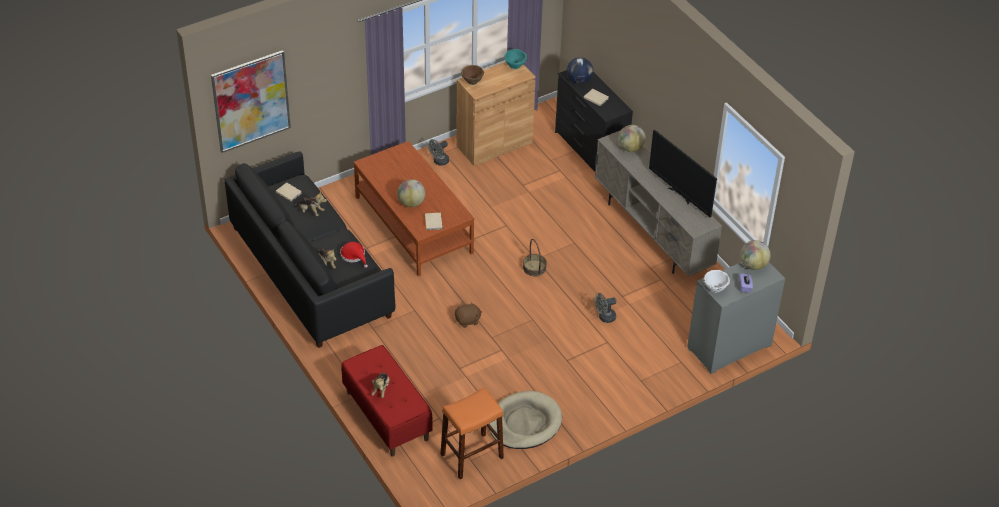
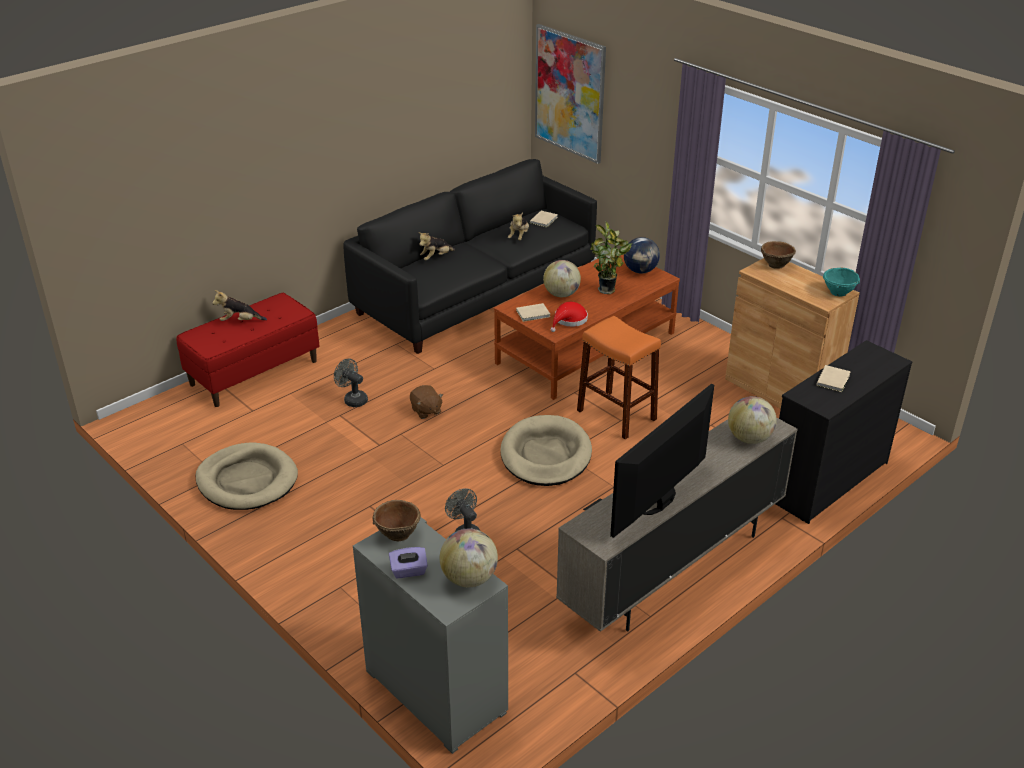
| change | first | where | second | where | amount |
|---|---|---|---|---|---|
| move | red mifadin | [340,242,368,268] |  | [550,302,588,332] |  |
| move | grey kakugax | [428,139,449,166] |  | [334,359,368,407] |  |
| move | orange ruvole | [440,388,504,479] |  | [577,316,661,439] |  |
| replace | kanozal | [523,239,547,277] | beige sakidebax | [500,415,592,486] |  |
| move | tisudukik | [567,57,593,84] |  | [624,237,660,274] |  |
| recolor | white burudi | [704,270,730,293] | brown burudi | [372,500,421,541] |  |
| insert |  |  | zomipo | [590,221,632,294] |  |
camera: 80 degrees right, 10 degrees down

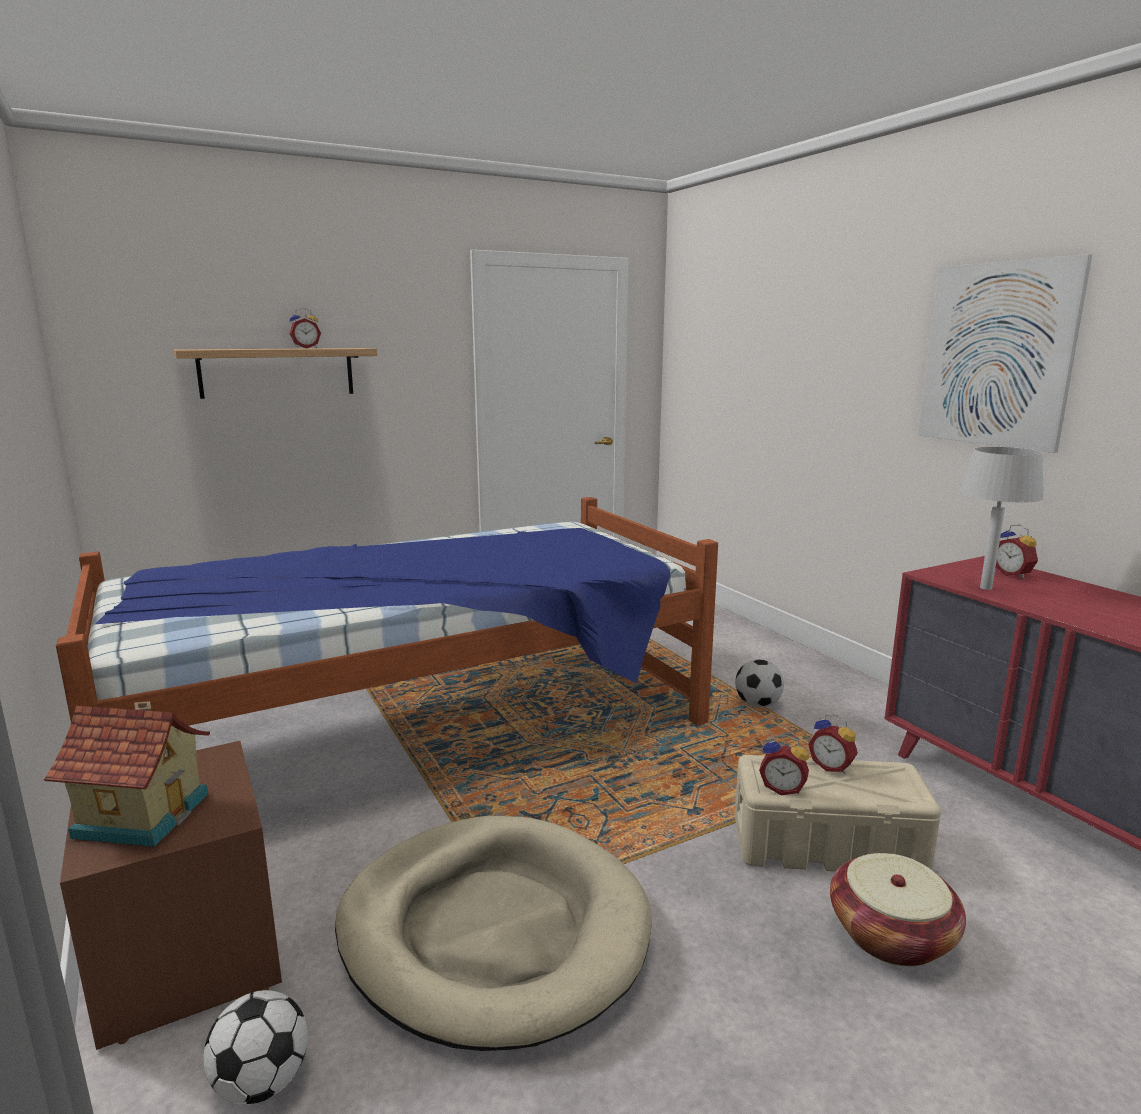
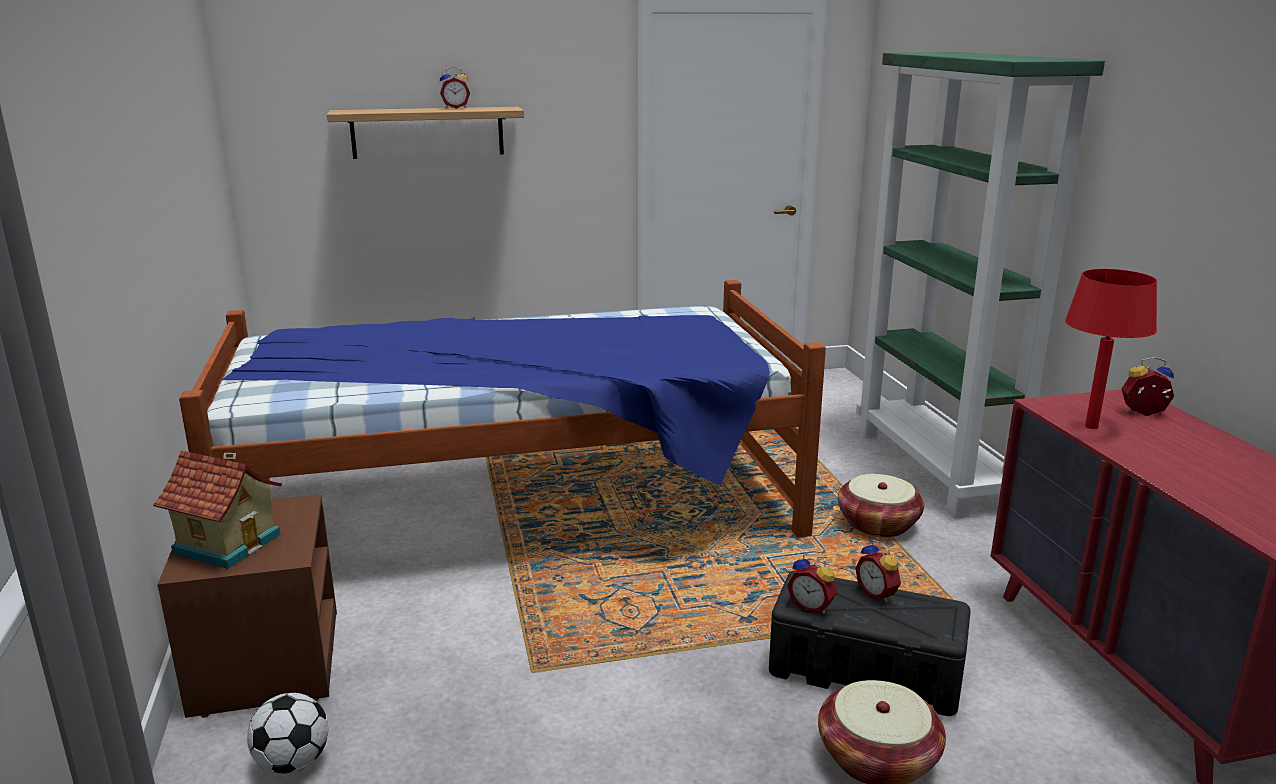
| change | first | where | second | where | amount |
|---|---|---|---|---|---|
| delete | beige sakidebax | [335,816,652,1051] |  |  |  |
| replace | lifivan | [735,659,784,707] | kanozal | [838,474,924,537] |  |
| recolor | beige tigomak | [735,755,941,872] | black tigomak | [769,570,971,716] |  |
| delete | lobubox | [918,254,1092,453] |  |  |  |
| recolor | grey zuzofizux | [959,447,1044,590] | red zuzofizux | [1065,269,1157,429] |  |
| rotate | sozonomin | [996,524,1038,579] |  | [1121,357,1174,416] | 105 degrees clockwise |
| insert |  |  | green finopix | [856,52,1105,519] |  |
camera: 15 degrees right, 5 degrees up

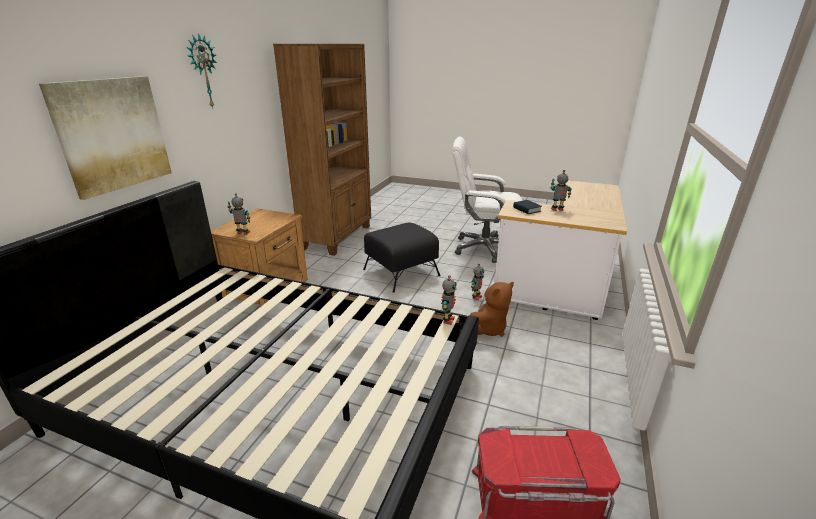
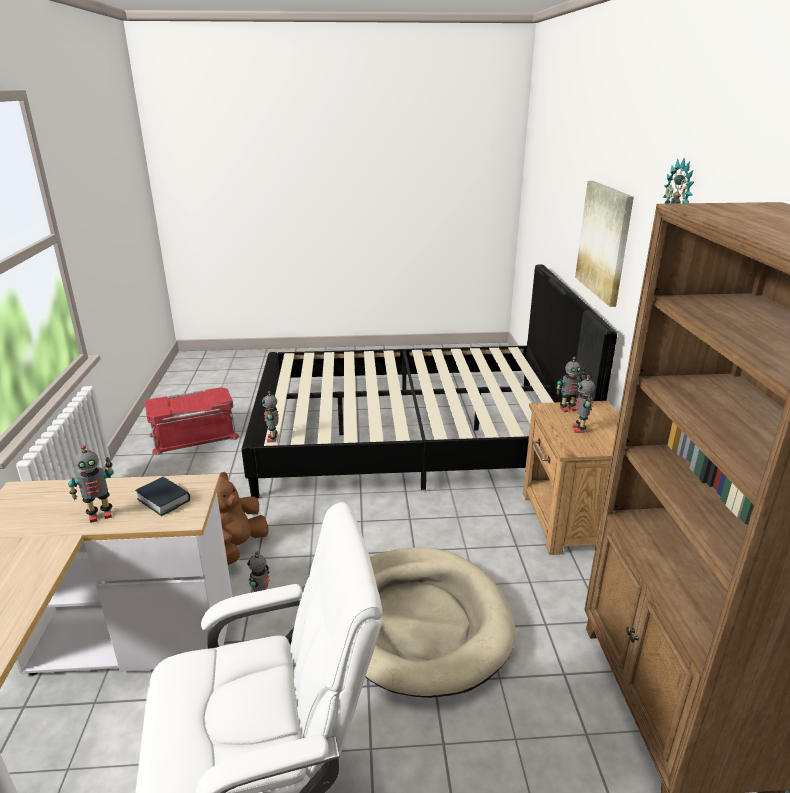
| change | first | where | second | where | amount |
|---|---|---|---|---|---|
| replace | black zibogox | [363,222,441,293] | beige sakidebax | [365,547,515,698] |  |
| insert |  |  | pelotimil | [572,375,595,433] |  |
camera: 155 degrees right, 0 degrees up

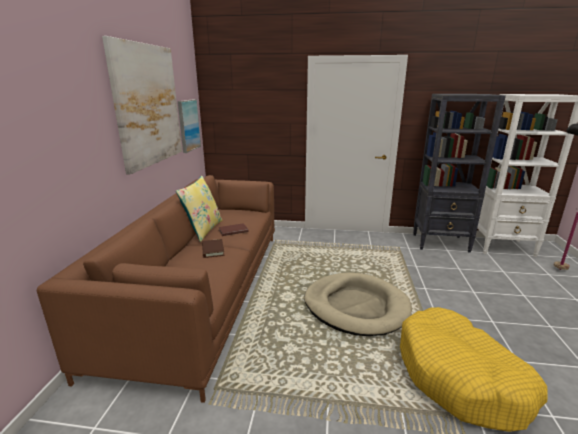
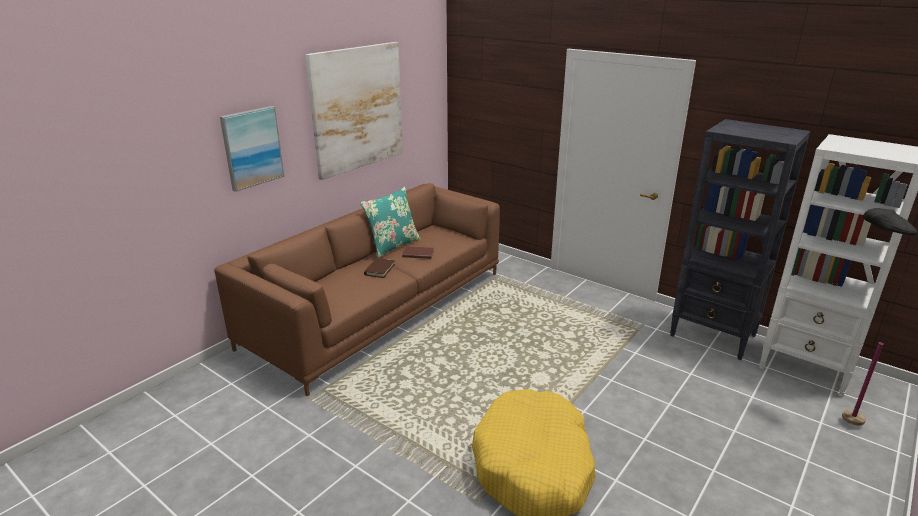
| change | first | where | second | where | amount |
|---|---|---|---|---|---|
| recolor | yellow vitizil | [176,176,223,242] | turquoise vitizil | [360,187,421,258] |  |
| move | lobubox | [178,99,201,153] |  | [220,106,284,192] |  |
| delete | beige sakidebax | [304,273,412,336] |  |  |  |
camera: 30 degrees right, 5 degrees up

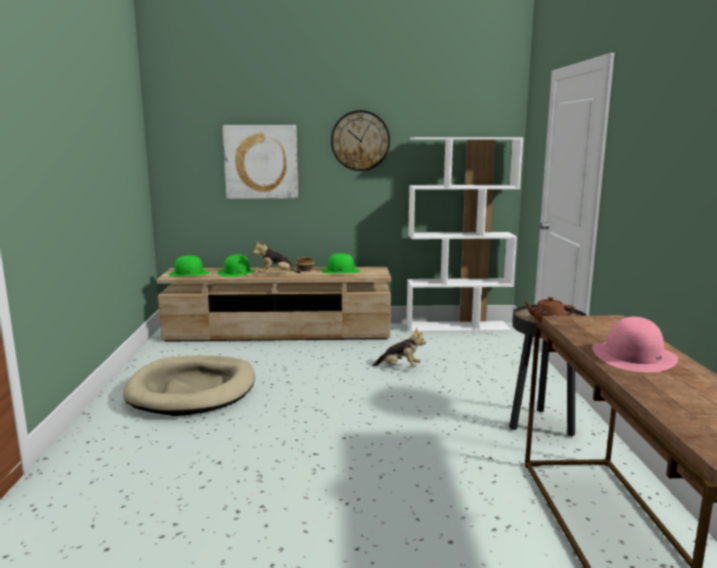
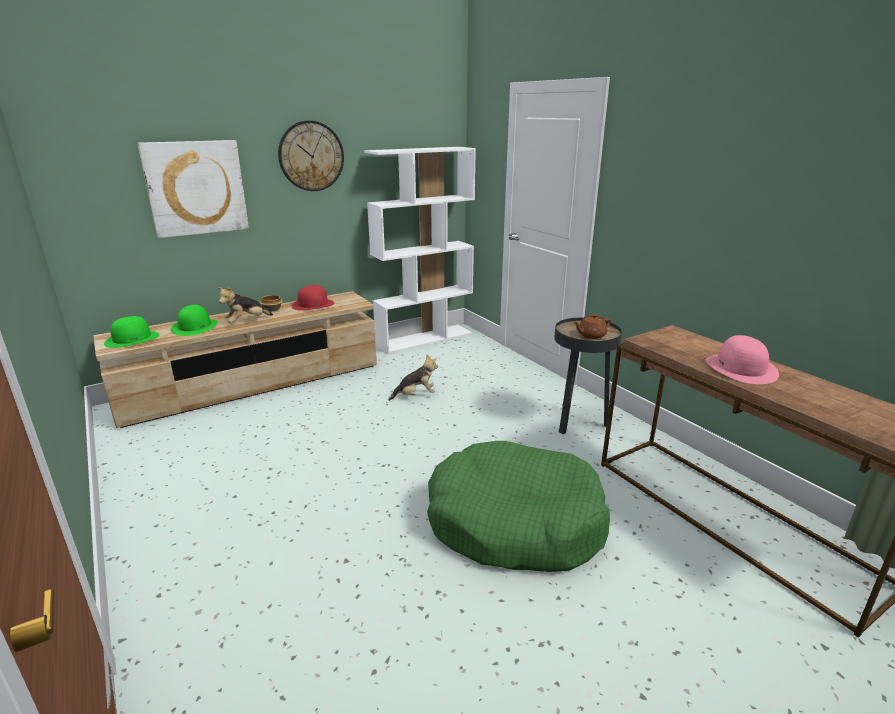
| change | first | where | second | where | amount |
|---|---|---|---|---|---|
| delete | beige sakidebax | [123,355,255,416] |  |  |  |
| recolor | green mifadin | [321,253,360,273] | red mifadin | [292,285,334,311] |  |
| insert |  |  | green sakidebax | [427,441,610,572] |  |
camera: 30 degrees left, 10 degrees up

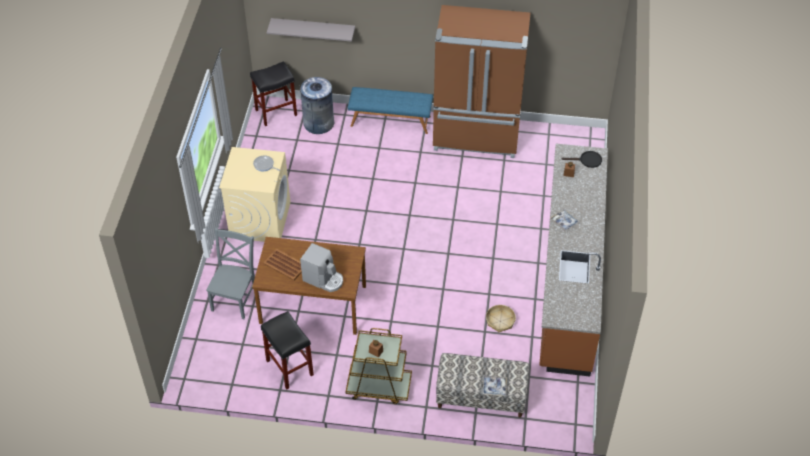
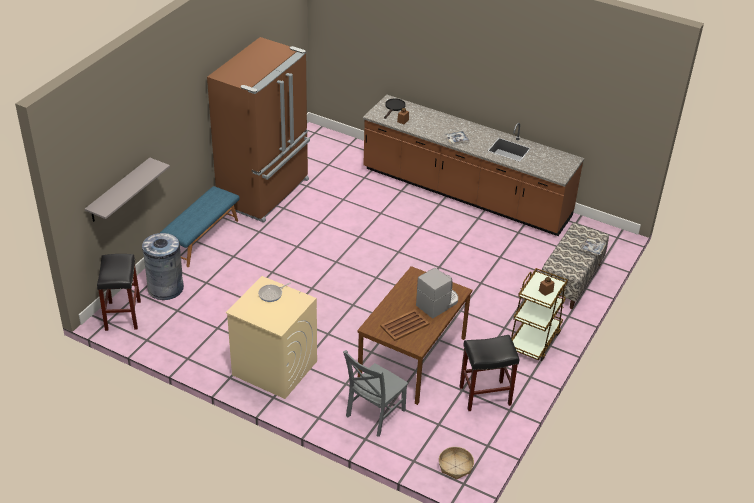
| change | first | where | second | where | amount |
|---|---|---|---|---|---|
| rotate | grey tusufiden | [206,228,255,319] |  | [343,350,408,437] | 90 degrees counterclockwise |
| move | kanozal | [486,305,516,332] |  | [439,447,474,480] |  |
camera: 70 degrees left, 10 degrees down

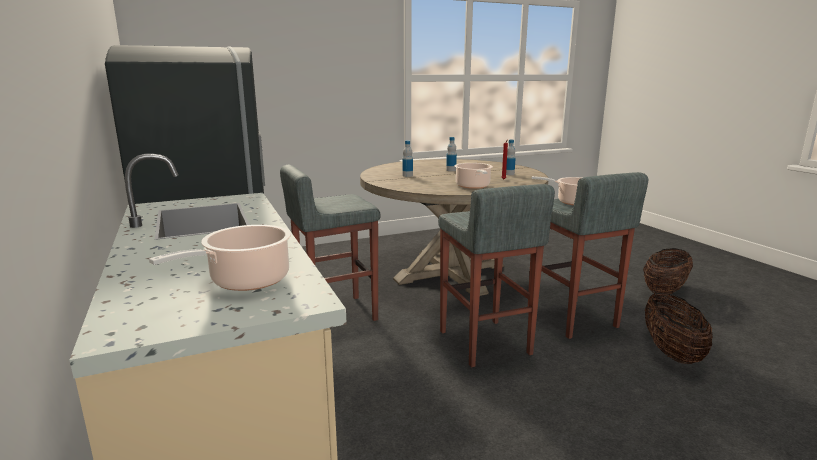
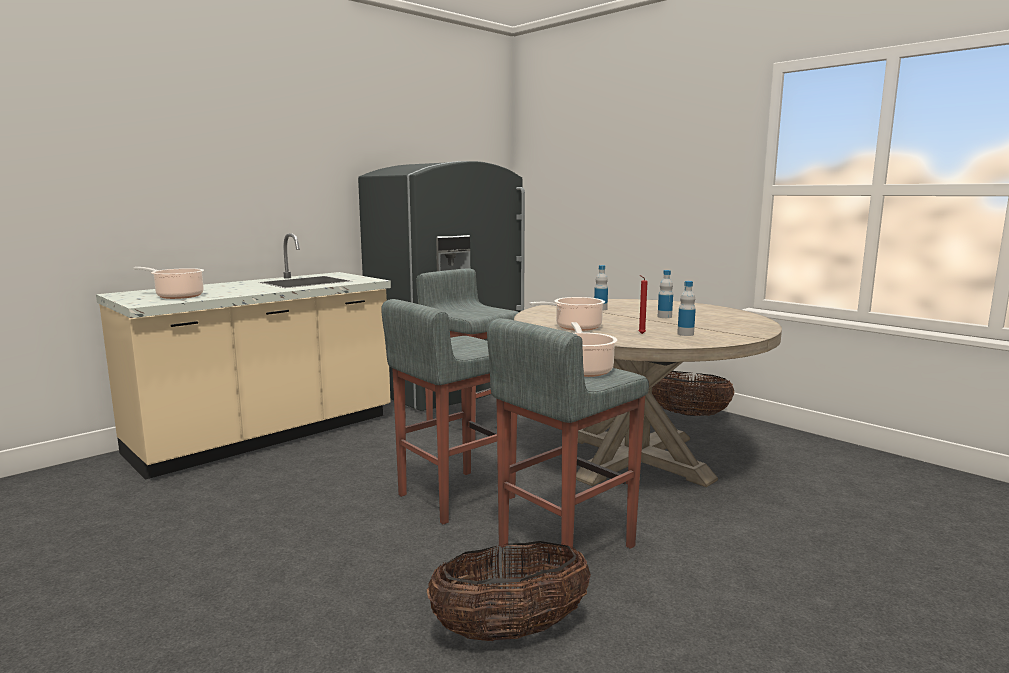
| change | first | where | second | where | amount |
|---|---|---|---|---|---|
| move | kanozal | [643,248,693,294] |  | [652,371,734,416] |  |
camera: 70 degrees right, 5 degrees down

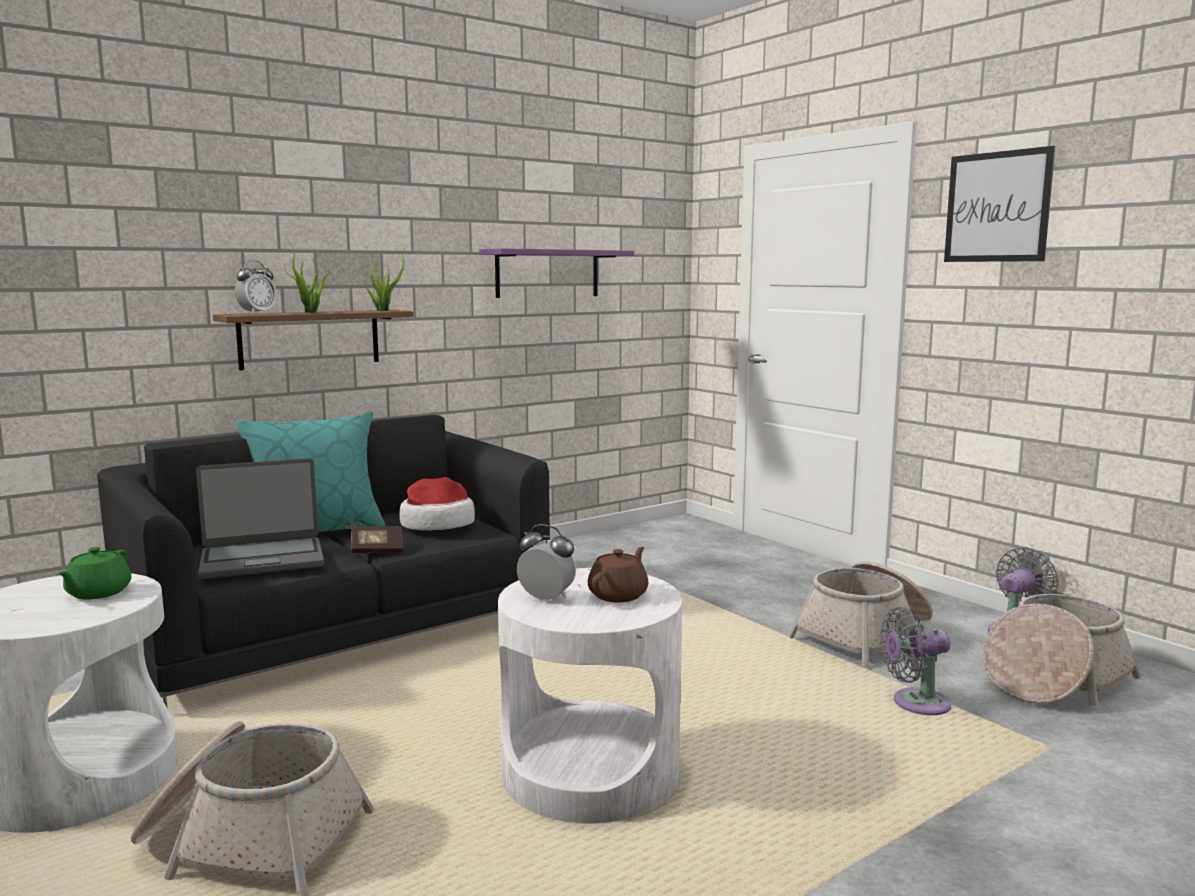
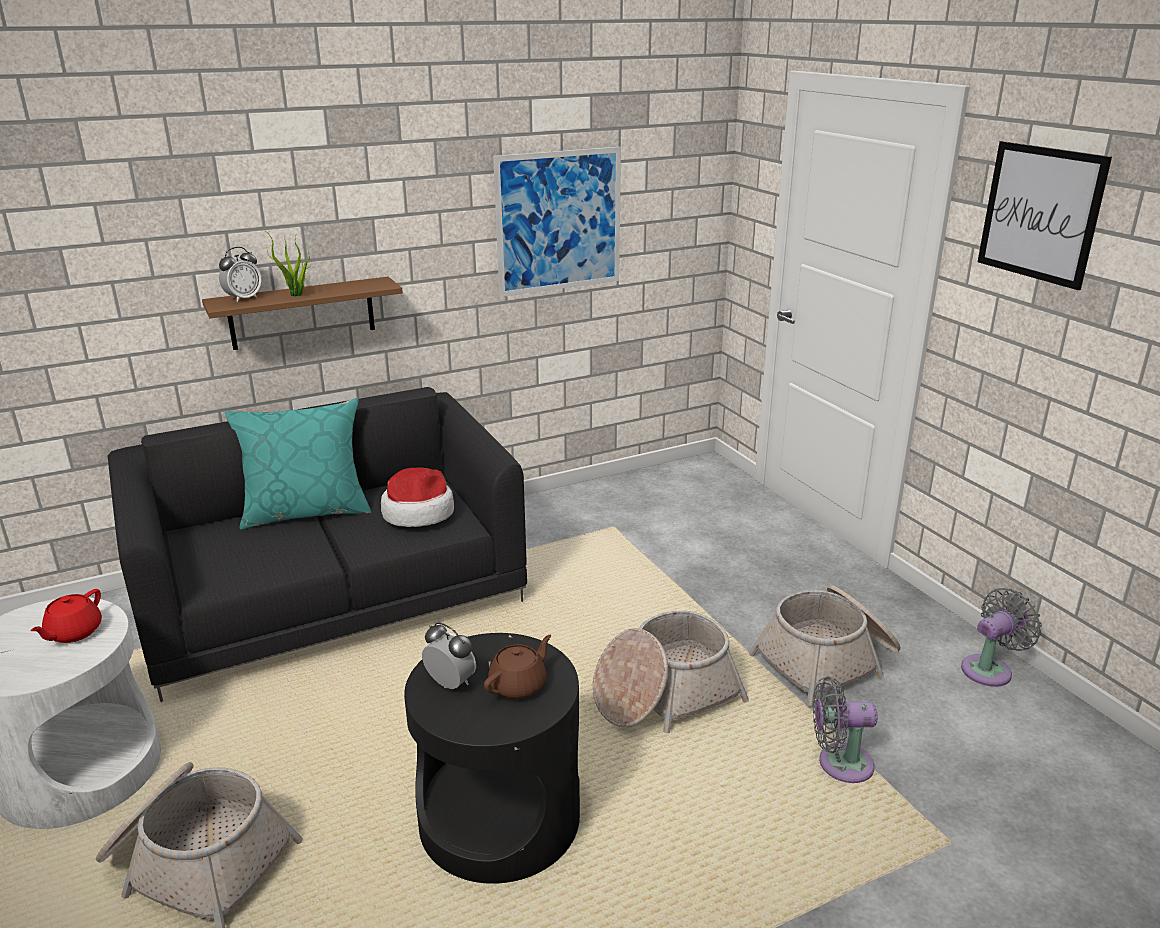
| change | first | where | second | where | amount |
|---|---|---|---|---|---|
| recolor | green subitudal | [58,547,132,599] | red subitudal | [30,589,102,643] |  |
| delete | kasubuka | [196,458,324,579] |  |  |  |
| delete | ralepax | [351,526,403,553] |  |  |  |
| delete | zomipo | [365,243,409,311] |  |  |  |
| replace | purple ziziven | [479,248,634,298] | lobubox | [493,147,621,297] |  |
| recolor | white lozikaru | [498,568,682,823] | black lozikaru | [404,633,580,884] |  |
| move | kanozal | [983,594,1141,706] |  | [592,611,749,733] |  |
camera: 10 degrees right, 15 degrees up

